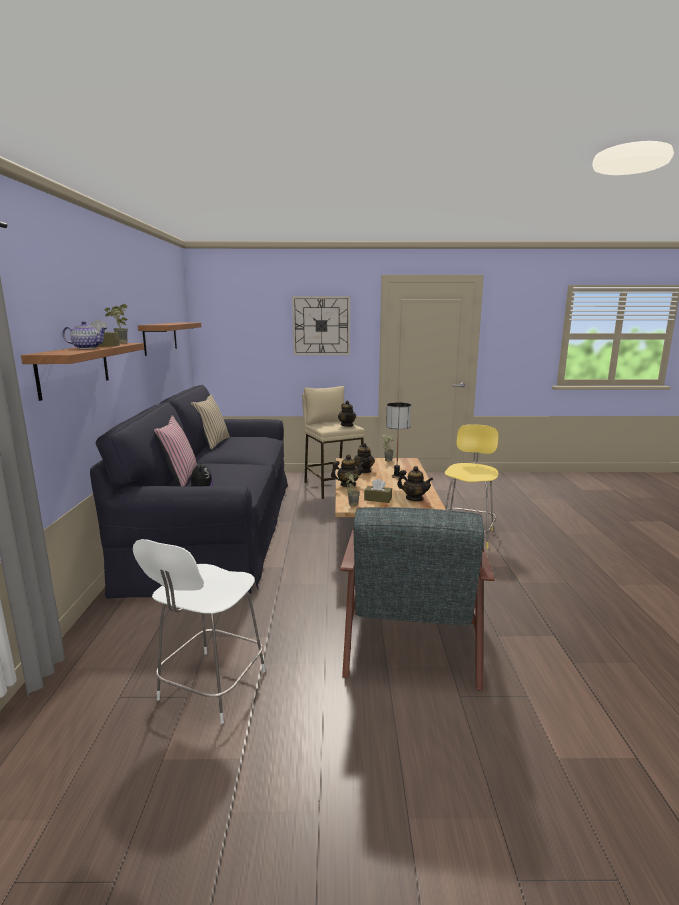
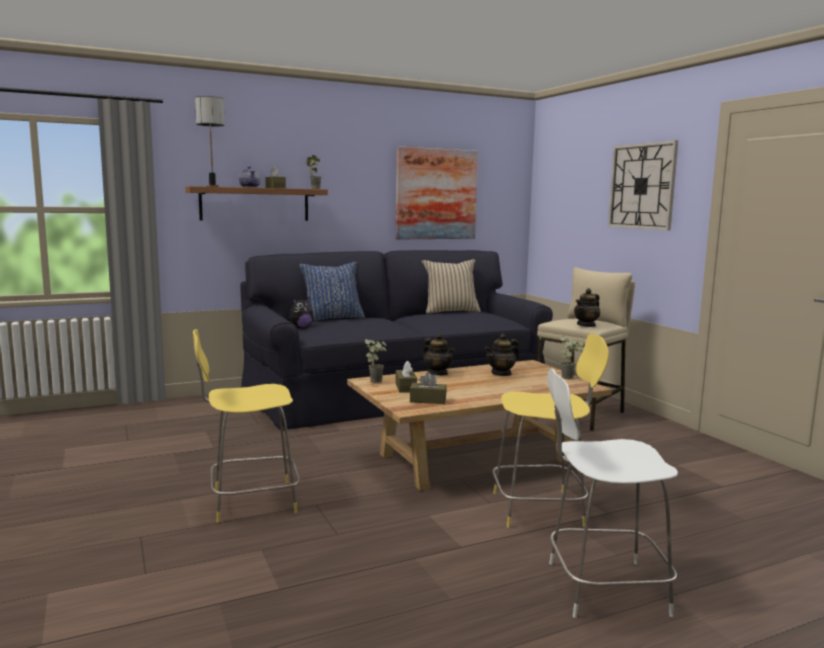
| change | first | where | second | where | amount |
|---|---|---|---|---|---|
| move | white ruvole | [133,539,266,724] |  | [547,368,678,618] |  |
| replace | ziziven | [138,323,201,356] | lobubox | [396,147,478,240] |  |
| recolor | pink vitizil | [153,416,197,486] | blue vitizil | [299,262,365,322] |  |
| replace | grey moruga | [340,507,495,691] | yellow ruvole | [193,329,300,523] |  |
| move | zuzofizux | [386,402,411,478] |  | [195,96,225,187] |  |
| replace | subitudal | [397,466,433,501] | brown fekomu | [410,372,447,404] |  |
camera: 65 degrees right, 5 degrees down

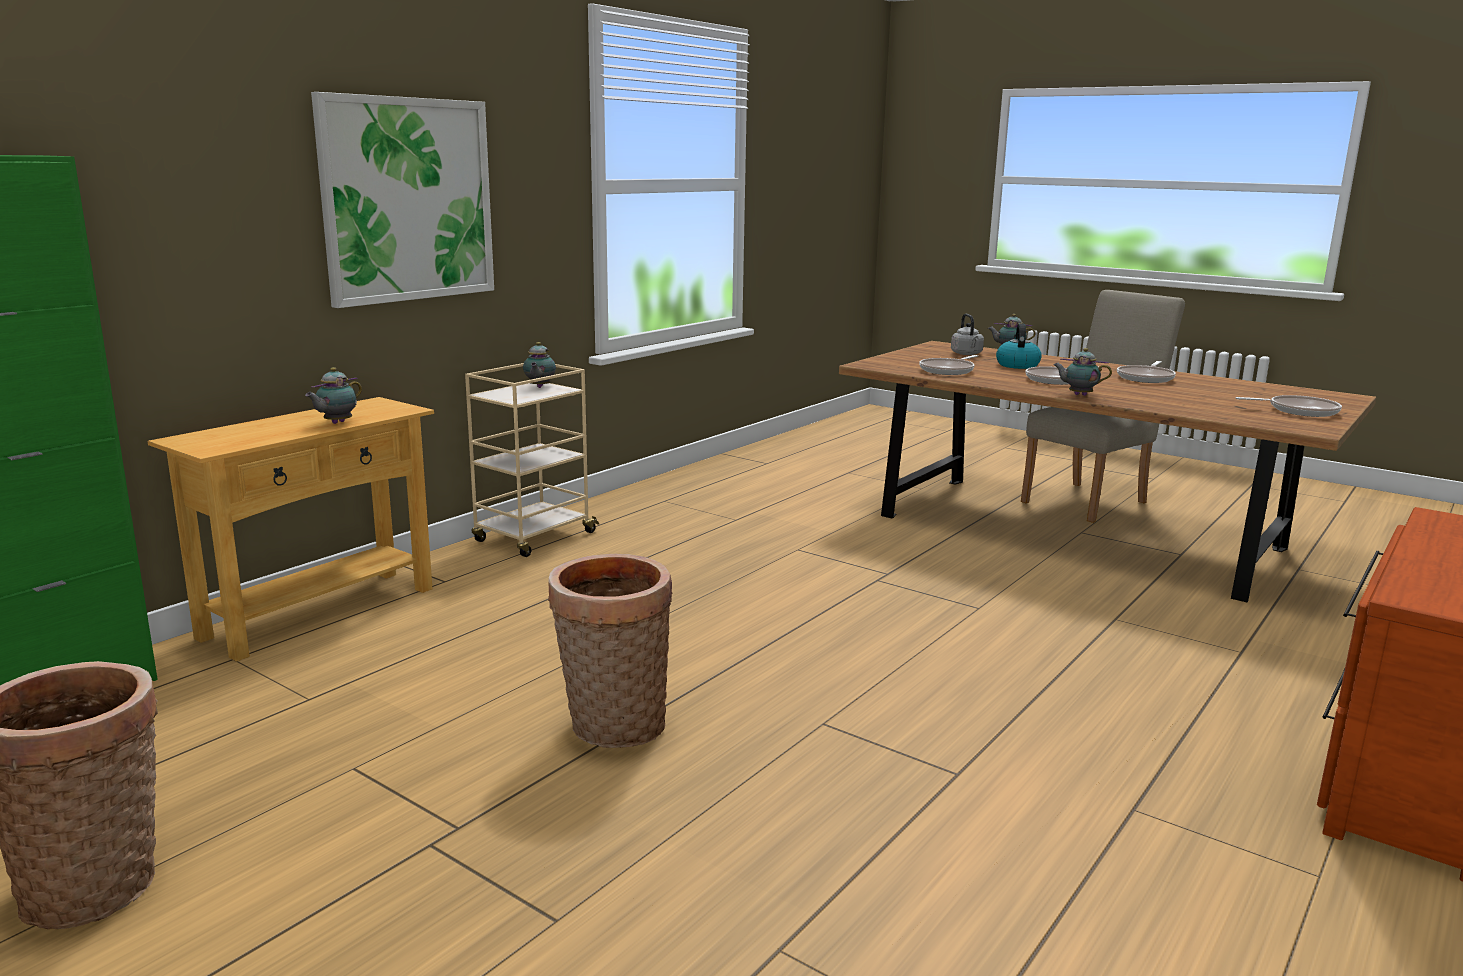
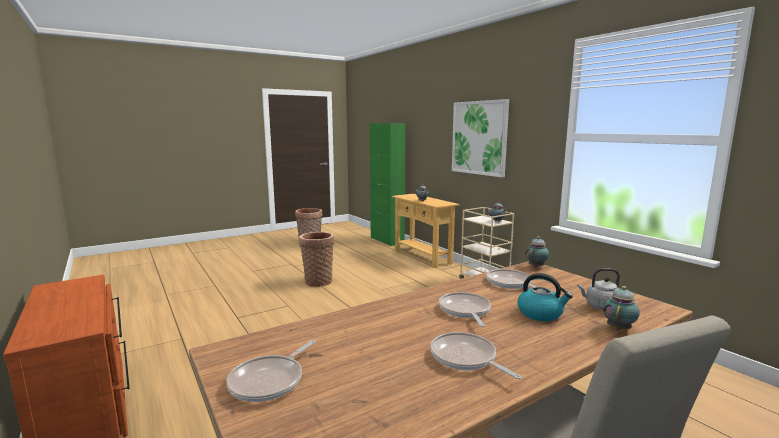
| change | first | where | second | where | amount |
|---|---|---|---|---|---|
| move | subitudal | [1053,348,1112,396] |  | [525,236,549,268] |  |
camera: 110 degrees right, 5 degrees down

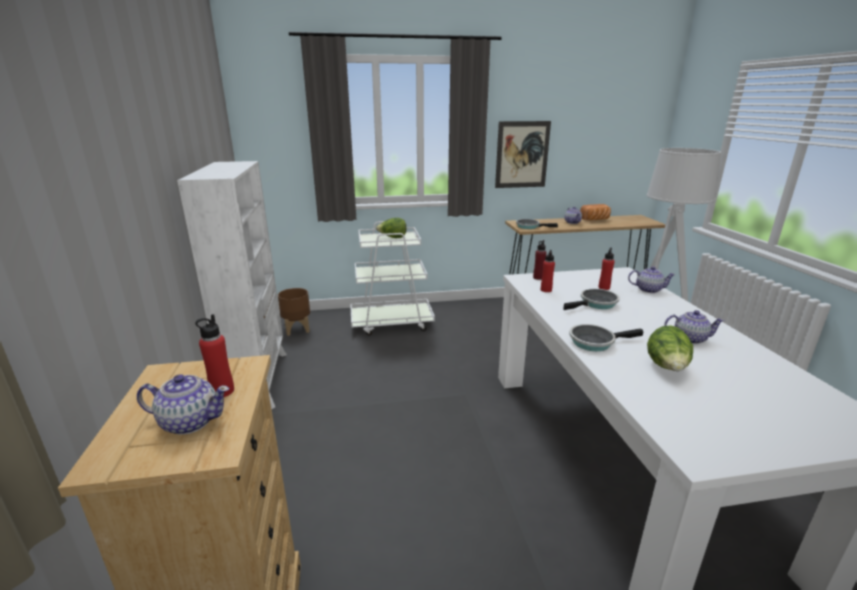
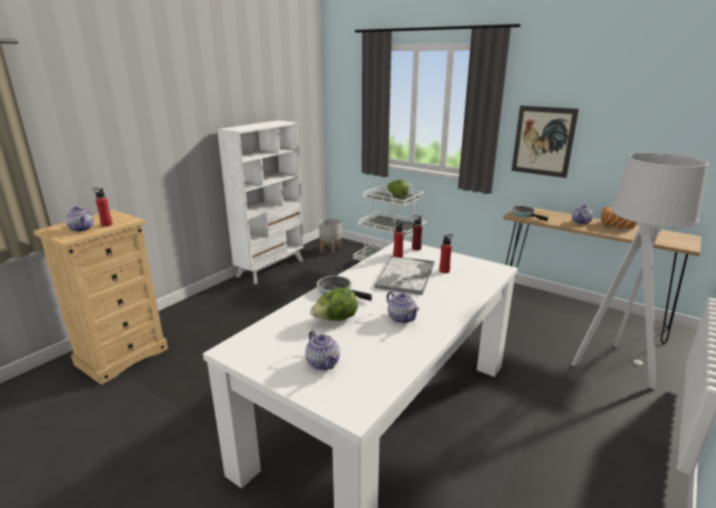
| change | first | where | second | where | amount |
|---|---|---|---|---|---|
| recolor | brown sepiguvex | [278,288,310,336] | grey sepiguvex | [319,218,341,254] |  |
| replace | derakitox | [563,289,620,310] | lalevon | [374,256,435,295] |  |
| move | subitudal | [628,266,675,293] |  | [305,330,340,370] |  |
camera: 45 degrees right, 0 degrees up

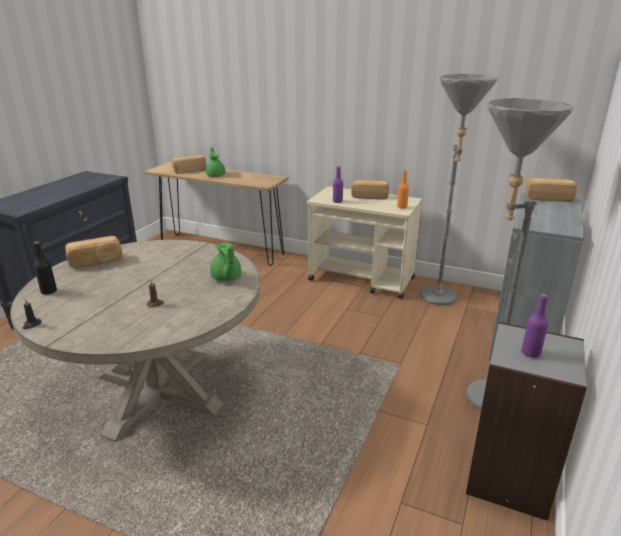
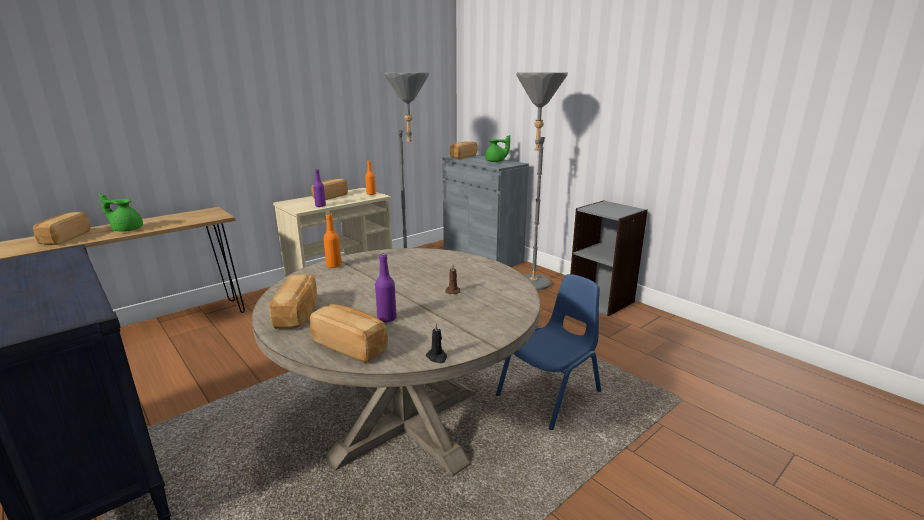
| change | first | where | second | where | amount |
|---|---|---|---|---|---|
| replace | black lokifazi | [33,241,57,294] | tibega | [310,304,388,363] |  |
| move | green subitudal | [210,243,241,281] |  | [485,135,510,162] |  |
| move | purple lokifazi | [521,294,548,358] |  | [375,254,397,323] |  |
| insert |  |  | orange lokifazi | [323,213,342,268] |  |
| insert |  |  | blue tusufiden | [496,274,601,430] |  |
camera: 65 degrees left, 5 degrees down

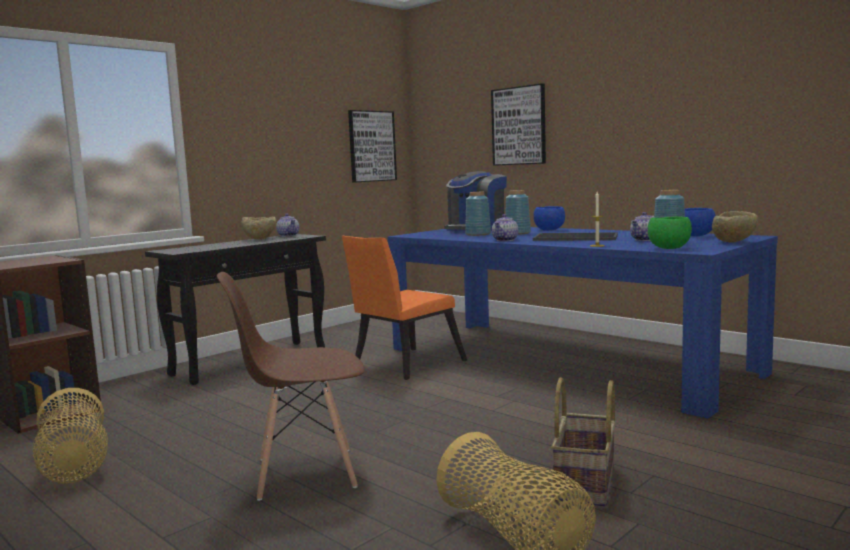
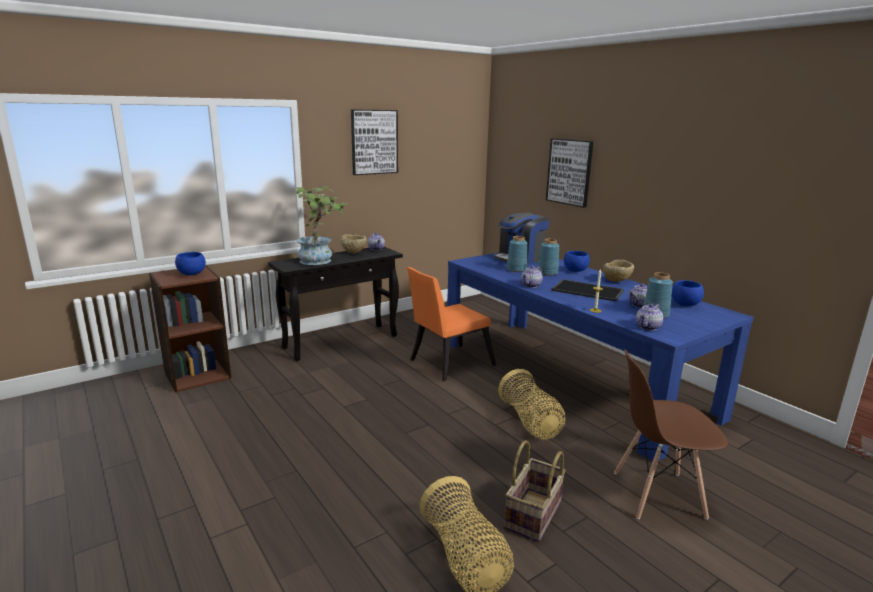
| change | first | where | second | where | amount |
|---|---|---|---|---|---|
| move | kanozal | [33,388,108,483] |  | [498,369,566,439] |  |
| move | brown tusufiden | [217,272,365,501] |  | [614,349,728,520] |  |
| move | lobubox | [348,110,397,183] |  | [351,109,398,175] |  |
| replace | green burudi | [648,216,692,249] | subitudal | [636,303,663,330] |  |
| move | beige burudi | [712,211,758,243] |  | [603,260,634,282] |  |
| insert |  |  | blue burudi | [175,252,206,275] |  |
| insert |  |  | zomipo | [296,186,348,265] |  |
camera: 10 degrees right, 10 degrees up

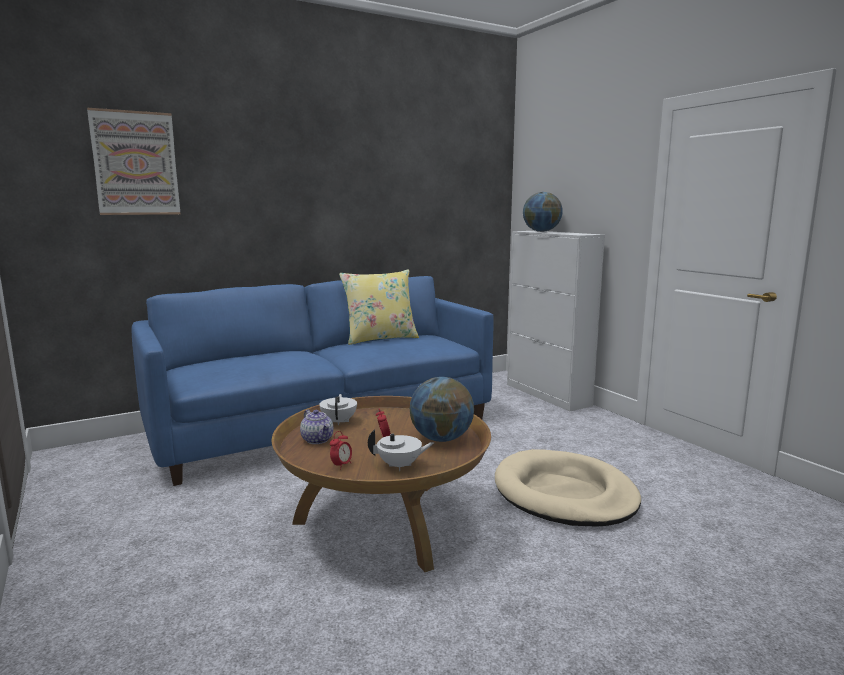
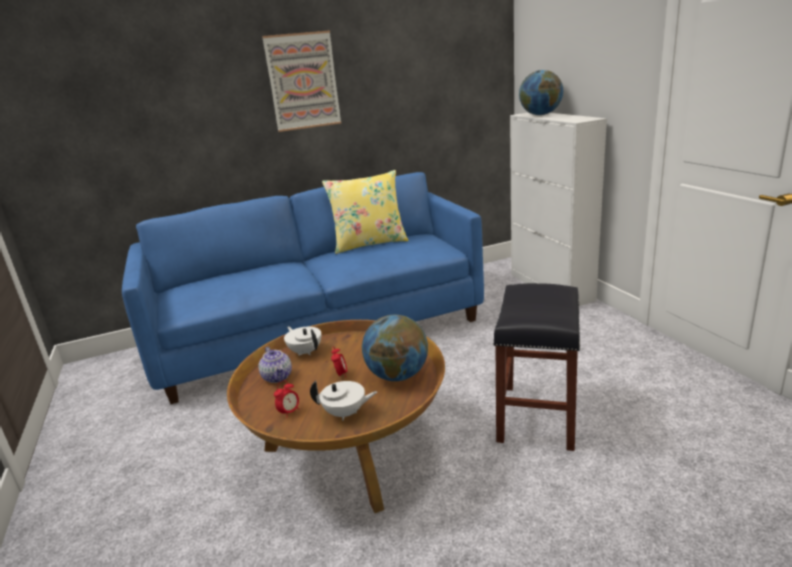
| change | first | where | second | where | amount |
|---|---|---|---|---|---|
| move | lobubox | [87,108,181,215] |  | [262,30,341,132] |  |
| rotate | white subitudal | [319,394,357,425] |  | [284,326,321,356] | 45 degrees counterclockwise |
| replace | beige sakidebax | [495,449,641,527] | black ruvole | [493,283,580,451] |  |
camera: 10 degrees right, 10 degrees up

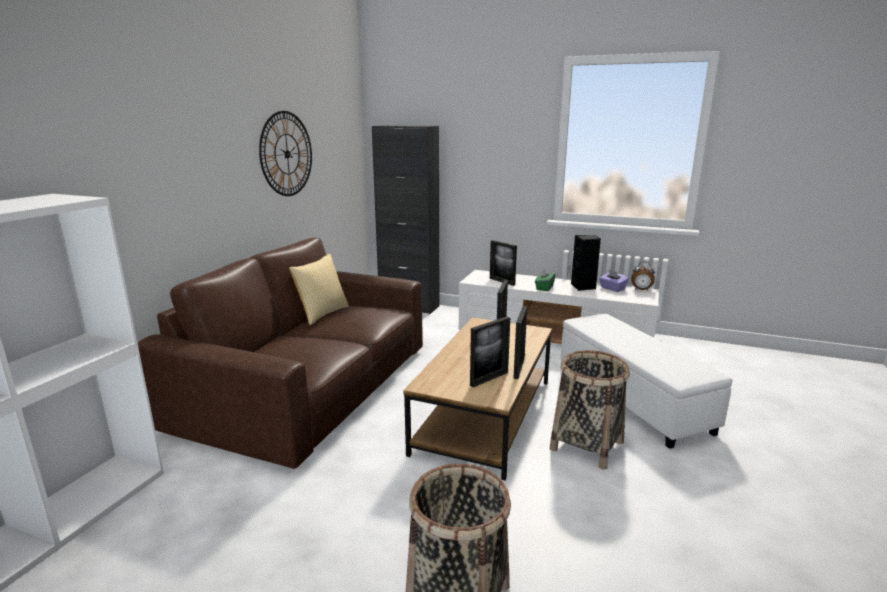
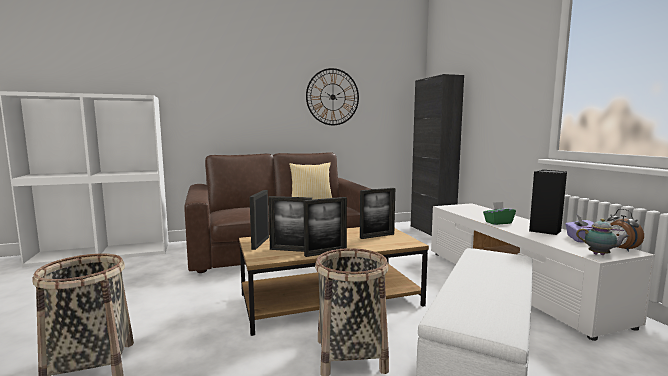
| change | first | where | second | where | amount |
|---|---|---|---|---|---|
| move | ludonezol | [490,240,517,286] |  | [250,190,269,250] |  |
| insert |  |  | subitudal | [576,219,629,255] |  |
camera: 50 degrees right, 10 degrees down

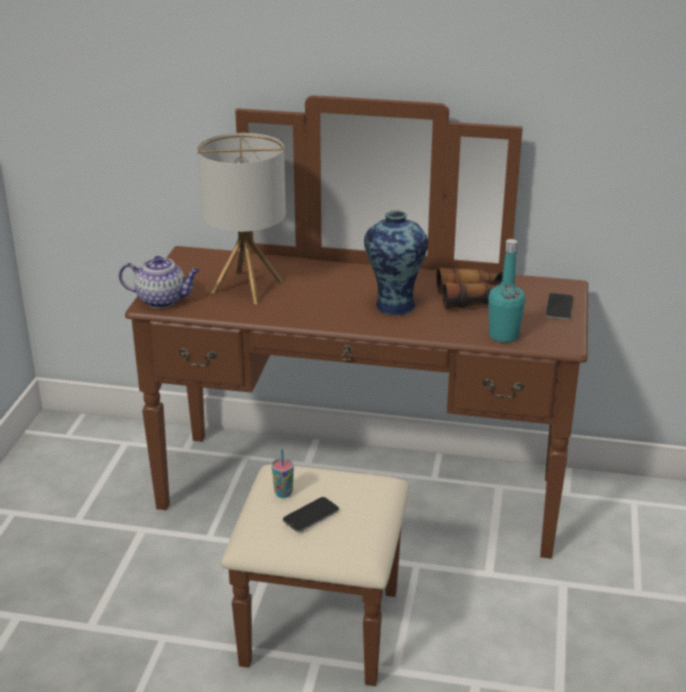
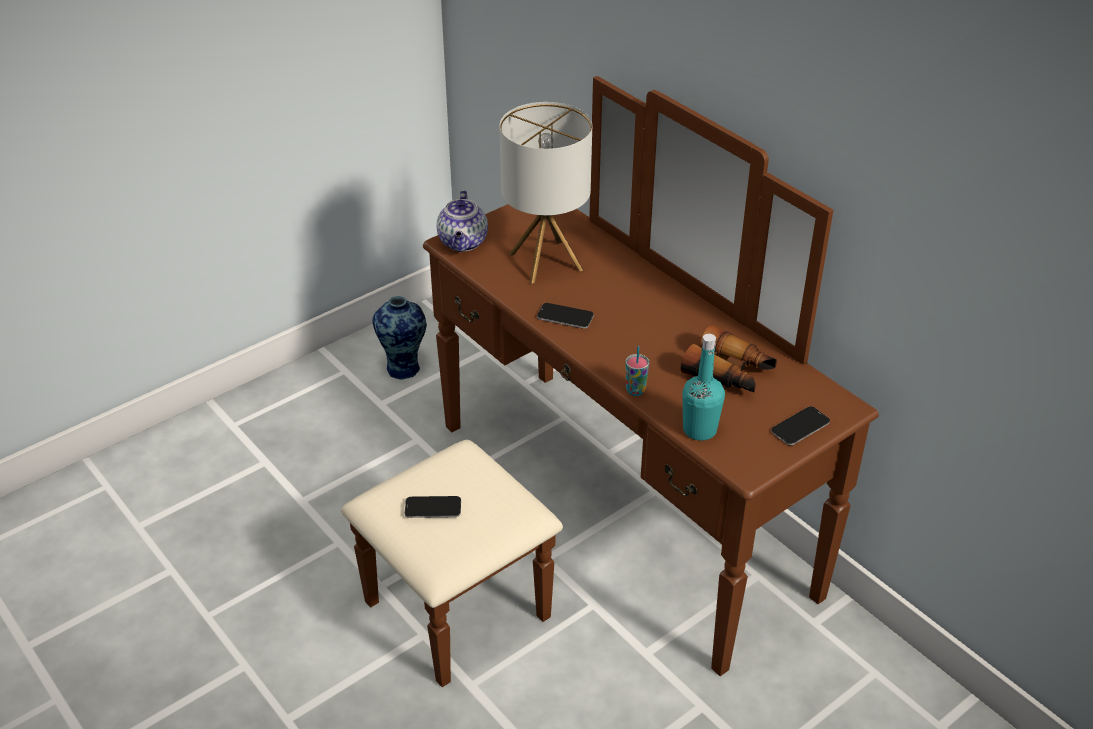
| change | first | where | second | where | amount |
|---|---|---|---|---|---|
| rotate | subitudal | [119,256,200,308] |  | [437,190,488,252] | 45 degrees clockwise |
| move | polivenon | [271,449,294,498] |  | [625,346,649,396] |  |
| move | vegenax | [364,210,428,316] |  | [372,296,427,380] |  |
| insert |  |  | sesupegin | [537,303,594,328] |  |
camera: 40 degrees right, 10 degrees up

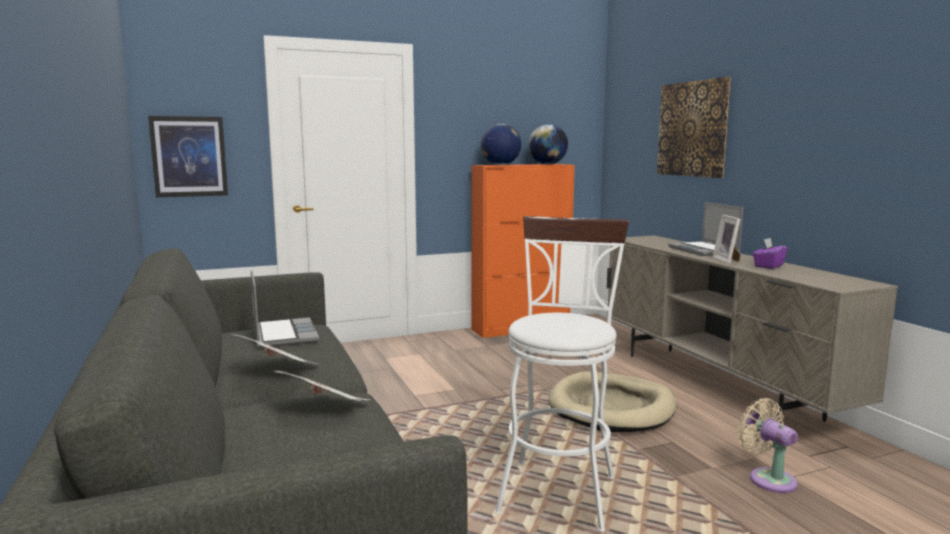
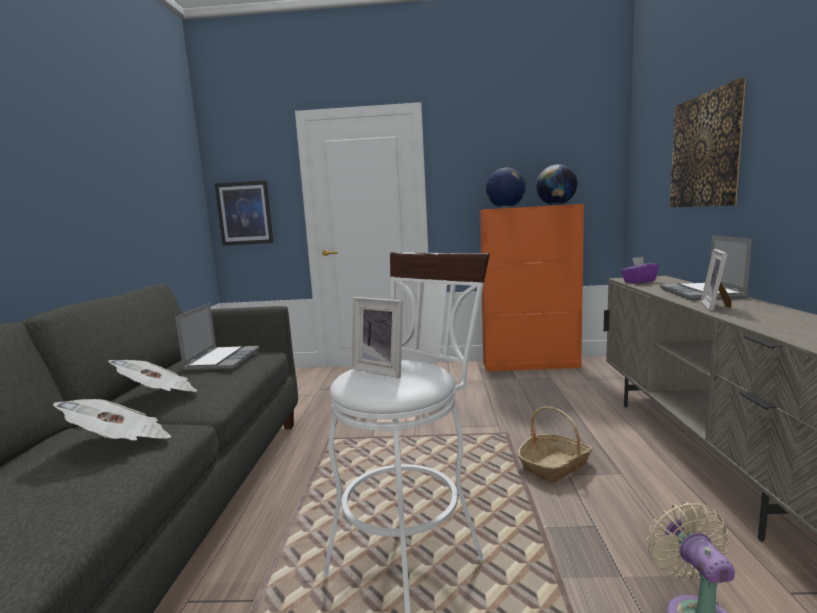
| change | first | where | second | where | amount |
|---|---|---|---|---|---|
| replace | beige sakidebax | [548,371,676,432] | kanozal | [517,406,593,483] |  |
| move | purple fekomu | [753,238,787,269] |  | [621,257,659,283] |  |
| insert |  |  | ludonezol | [351,297,403,378] |  |
camera: 25 degrees right, 0 degrees up

